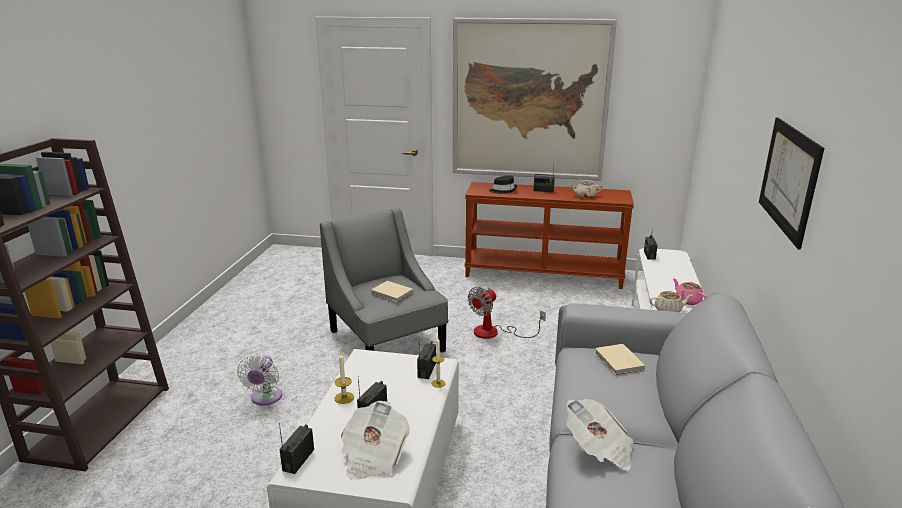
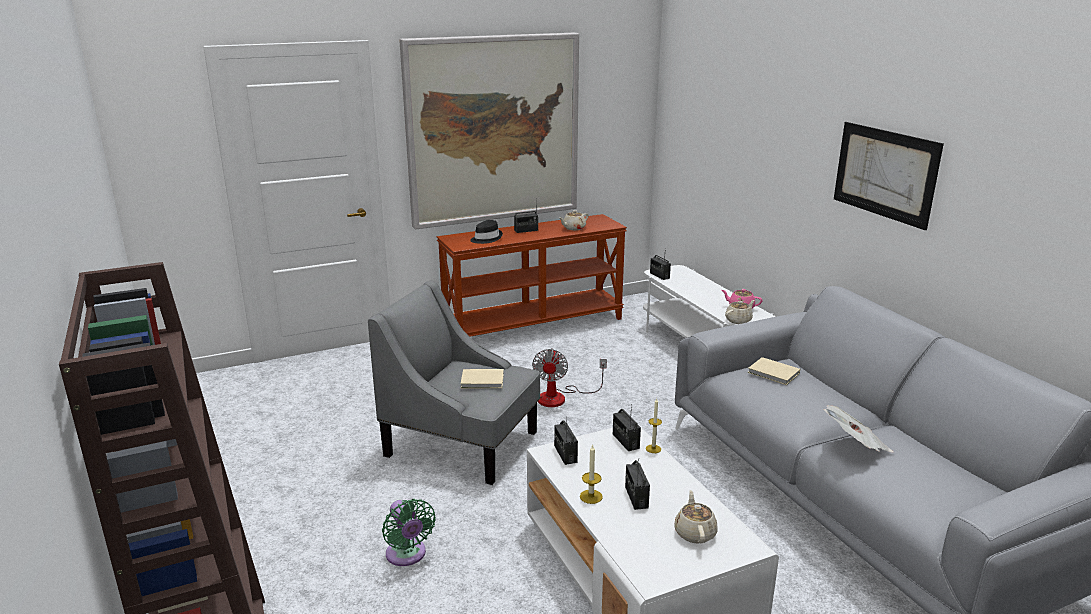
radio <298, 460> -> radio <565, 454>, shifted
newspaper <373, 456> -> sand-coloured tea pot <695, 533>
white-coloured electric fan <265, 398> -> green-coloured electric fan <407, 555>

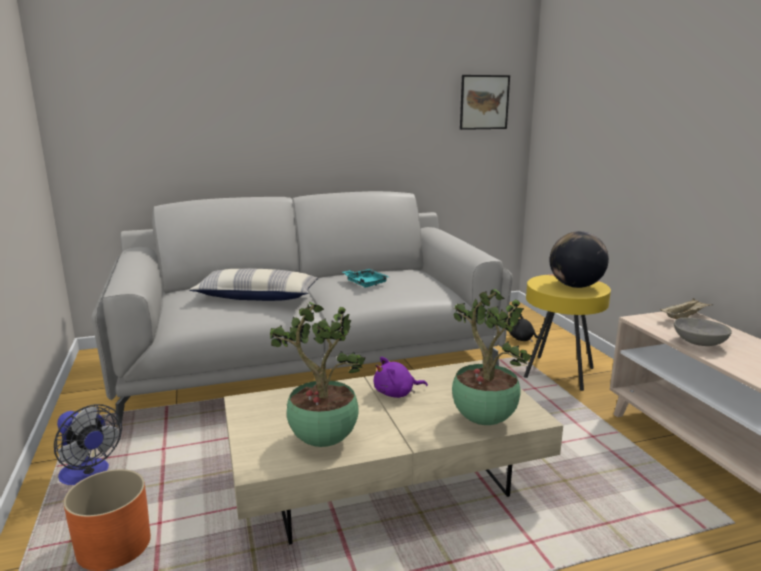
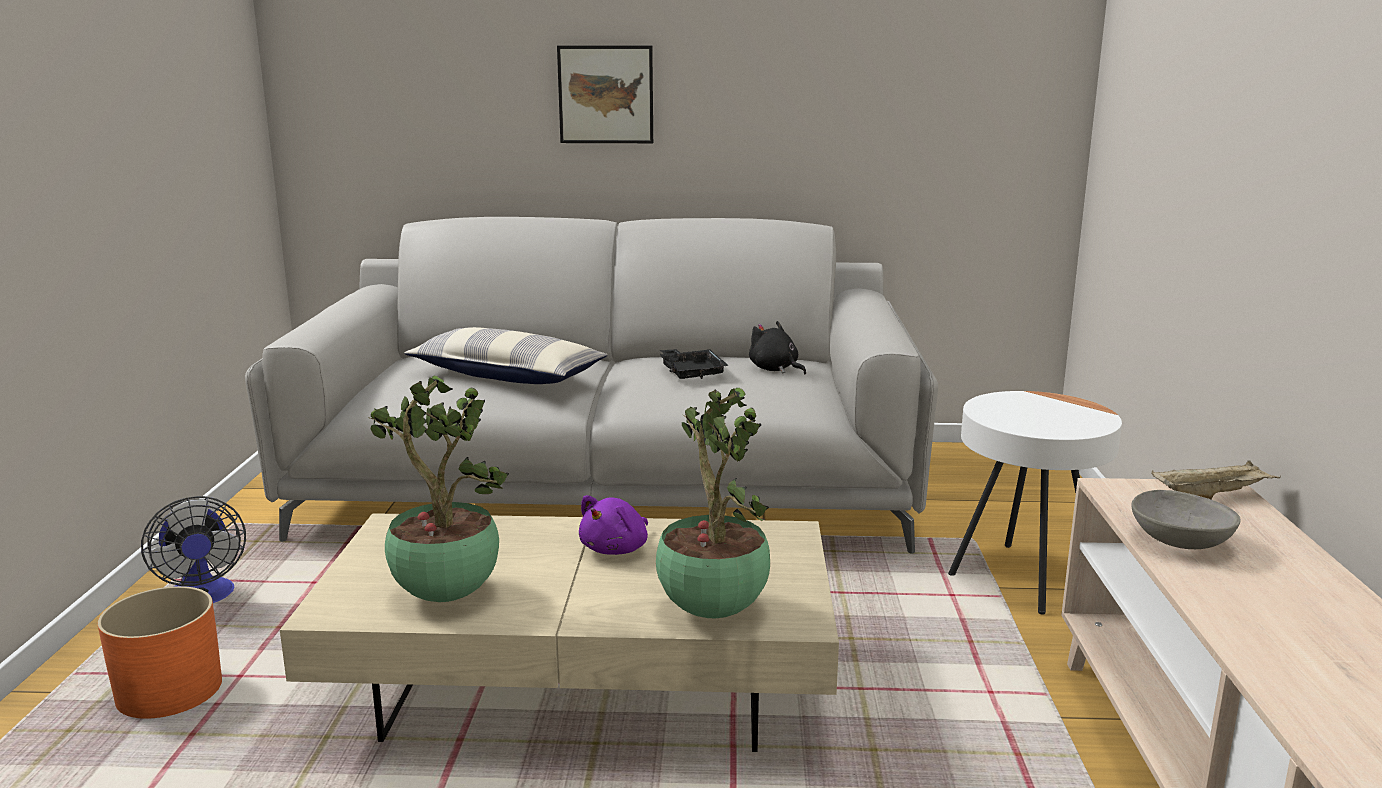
world globe <575, 286> -> none
wall art <484, 102> -> wall art <606, 94>, shifted
black-coloured cuddly toy <523, 339> -> black-coloured cuddly toy <775, 369>, shifted
turquoise-coloured carrying tray <365, 283> -> black-coloured carrying tray <691, 372>
yellowish end table <559, 373> -> white-coloured end table <1023, 578>
purple cuddly toy <396, 393> -> purple cuddly toy <616, 549>, 60 degrees counterclockwise

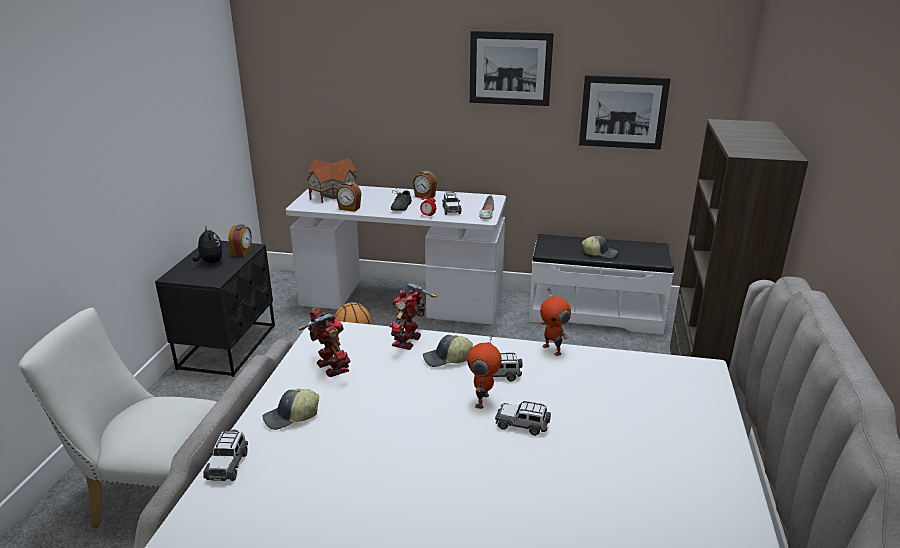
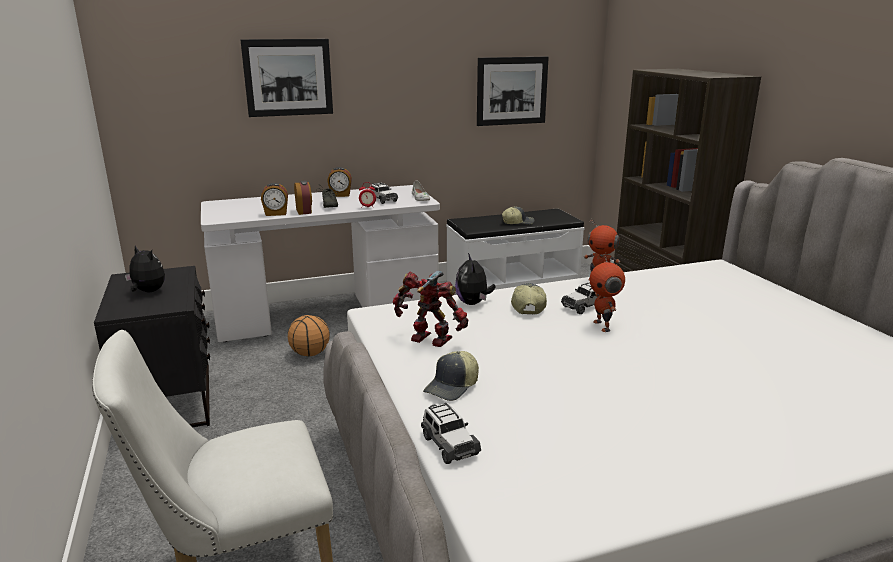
toy house <333, 195> -> none
miniature car <522, 425> -> none
table clock <242, 252> -> table clock <304, 211>, shifted
wall art <510, 68> -> wall art <288, 77>, shifted
robot figure <409, 341> -> cuddly toy <473, 303>
cap <447, 359> -> cap <527, 307>, 135 degrees clockwise

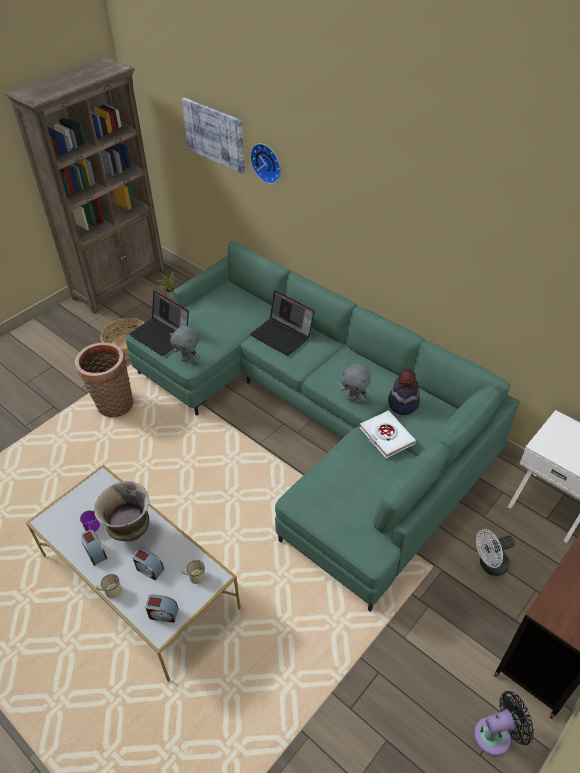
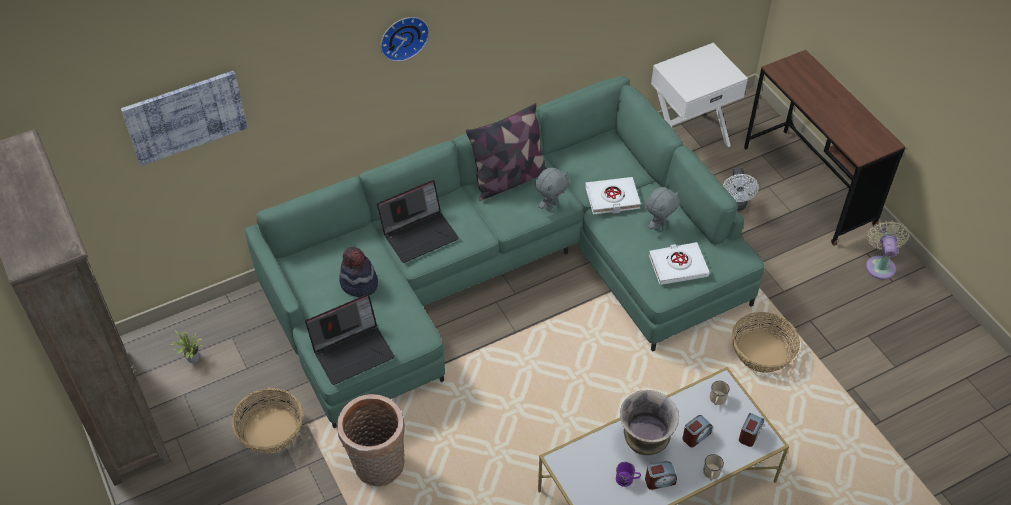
none -> throw pillow <509, 179>
none -> white-coloured volume <678, 266>
none -> household basket <762, 352>
gray cuddly toy <188, 360> -> gray cuddly toy <659, 225>, shifted
wall clock <267, 162> -> wall clock <402, 36>, shifted
clothing hat <403, 403> -> clothing hat <359, 283>, shifted
black-coloured electric fan <496, 735> -> sand-coloured electric fan <880, 265>

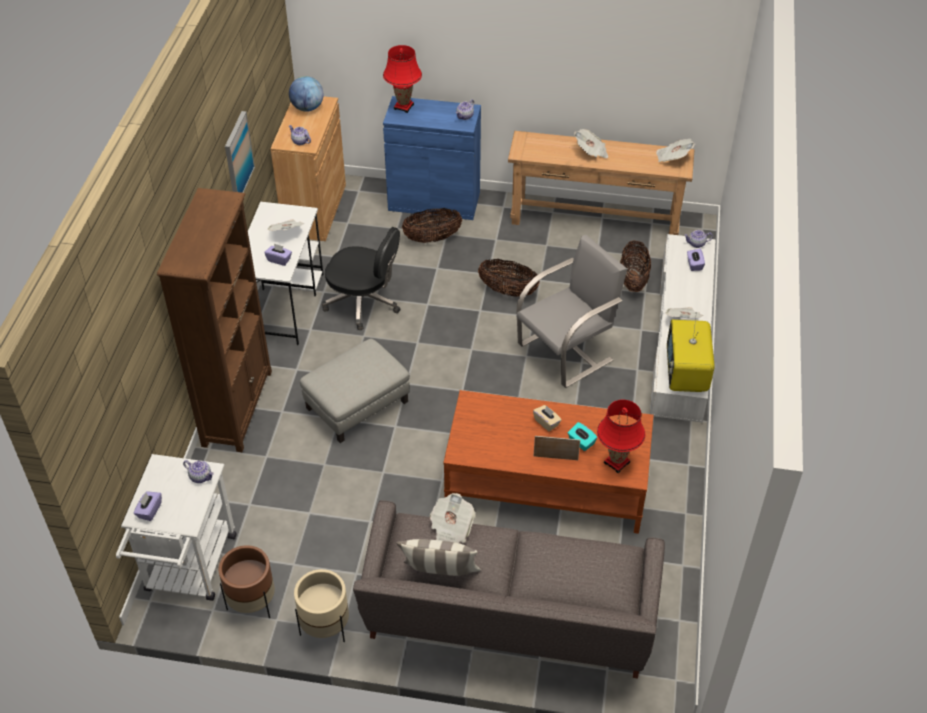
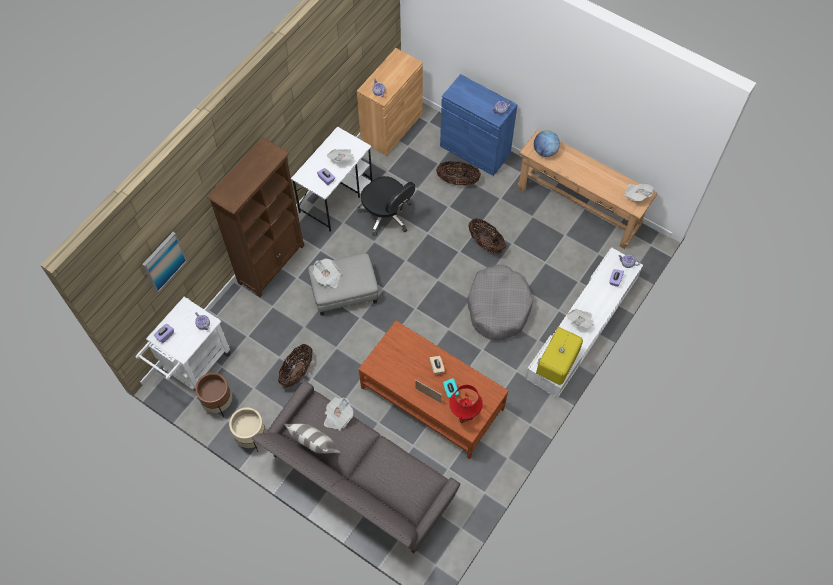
reddish lamp for a table <403, 106> -> none
wall art <238, 156> -> wall art <163, 261>, shifted
world globe <307, 108> -> world globe <545, 151>, shifted
newspaper <591, 152> -> newspaper <328, 277>, shifted
household basket <633, 280> -> household basket <297, 372>, shifted
gray lounge chair <566, 352> -> gray dog bed <498, 307>

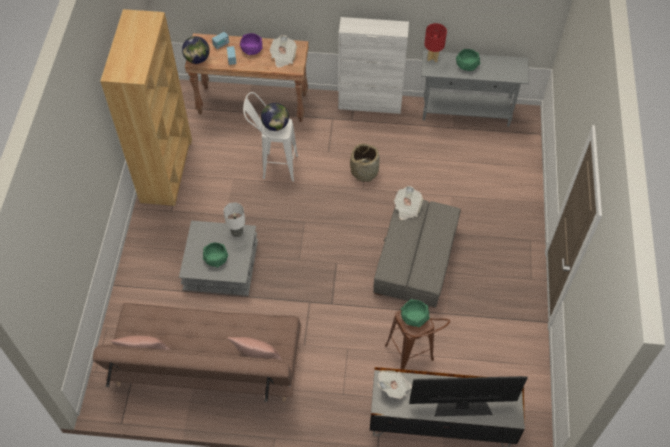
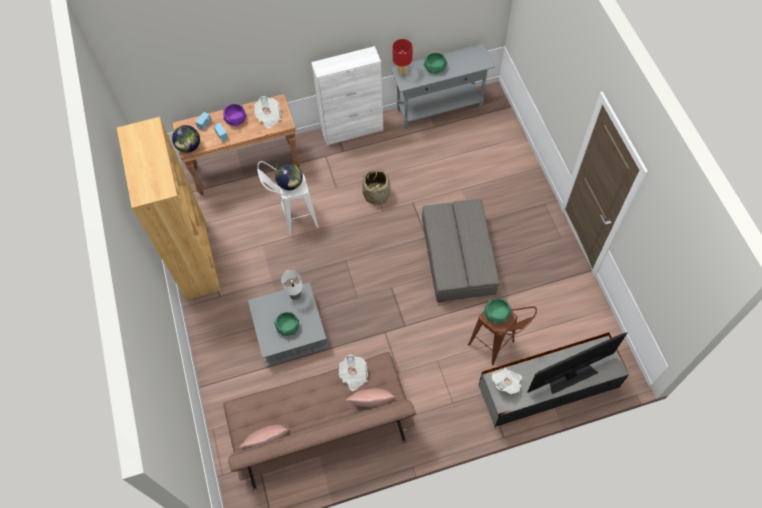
newspaper <407, 208> -> newspaper <353, 375>, shifted

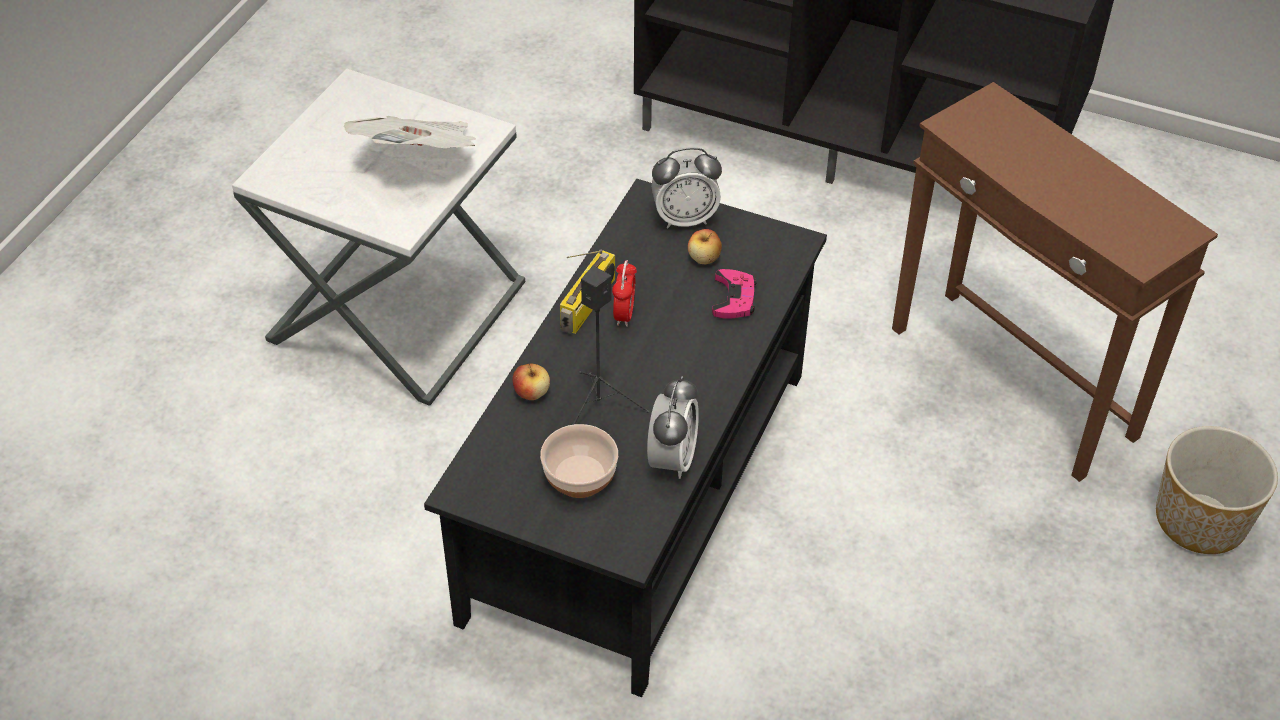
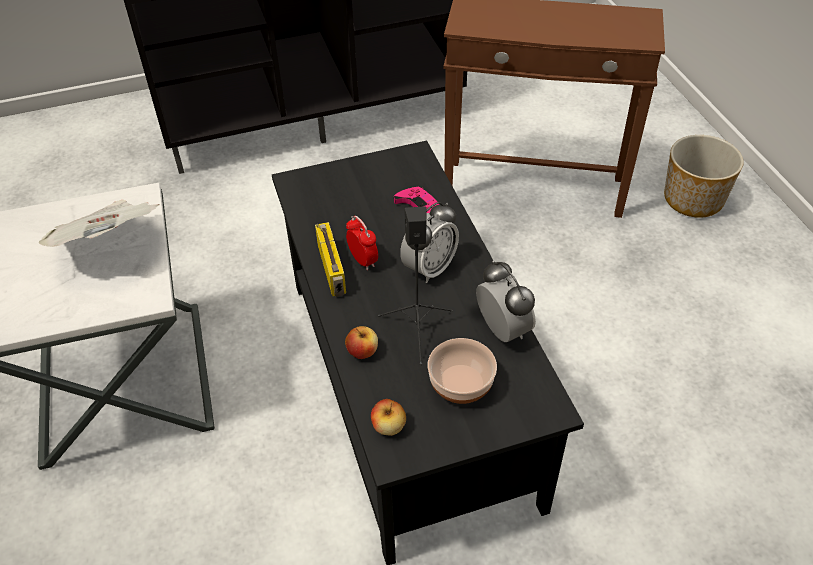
table clock <684, 218> -> table clock <429, 268>, shifted
apple fruit <704, 258> -> apple fruit <389, 426>, shifted

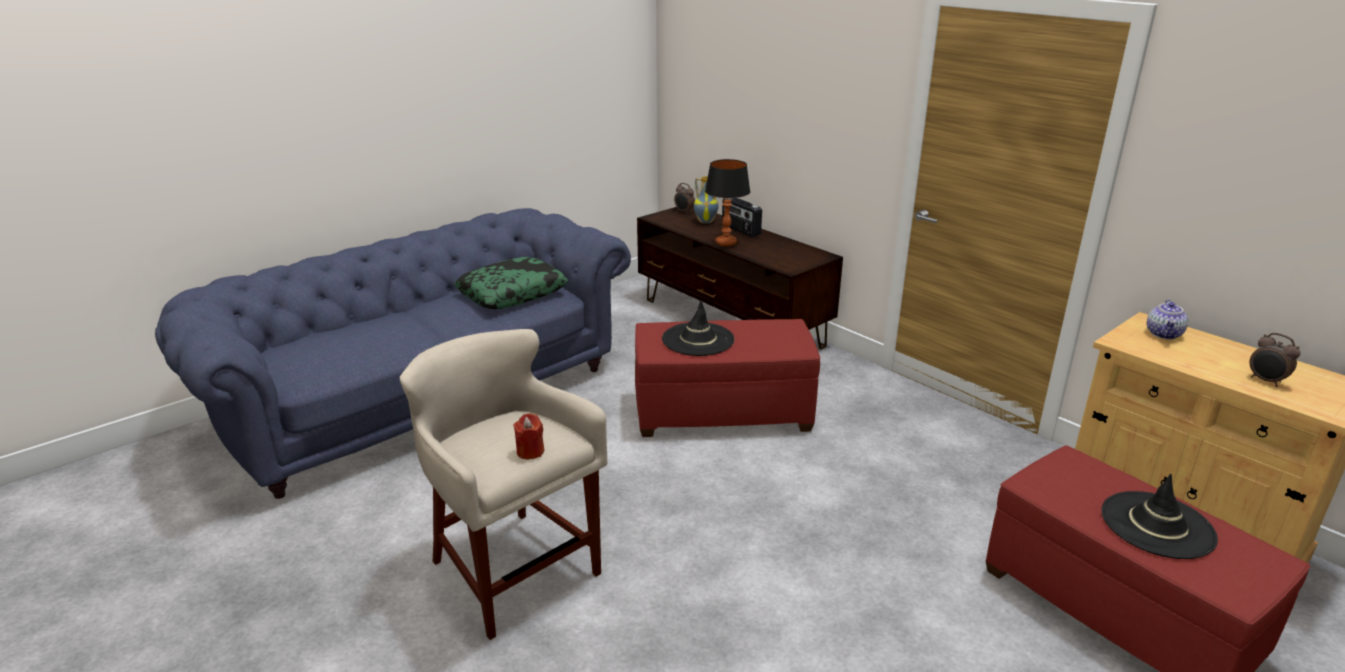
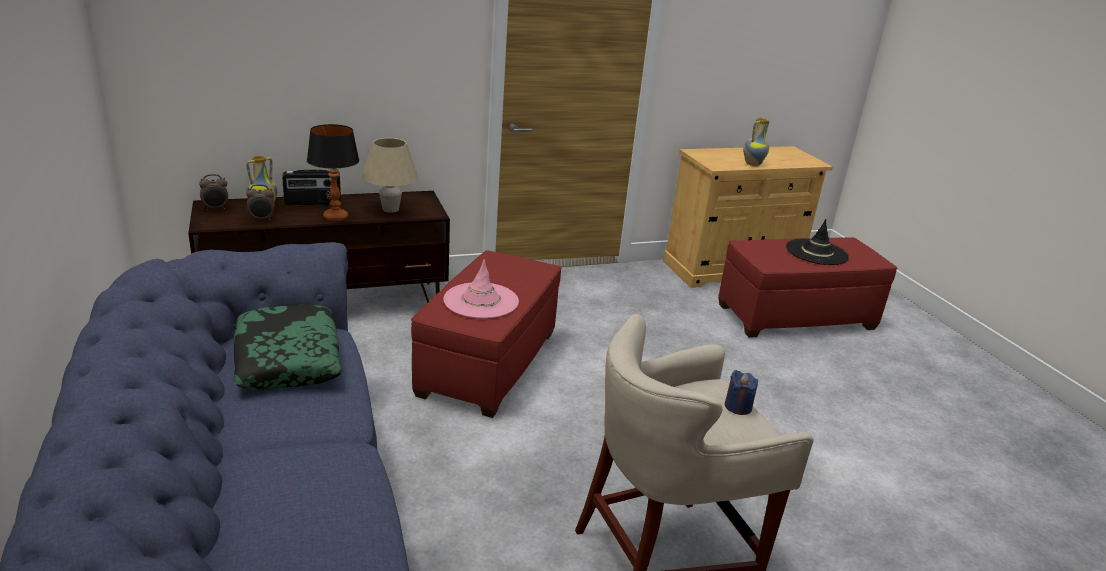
tea pot <1164, 334> -> none
none -> sand-coloured lamp for a table <390, 209>
none -> decorative vase <752, 164>
table clock <1266, 381> -> table clock <262, 219>, shifted
reddish wax candle <530, 451> -> blue-coloured wax candle <738, 406>
black-coloured clothing hat <698, 339> -> pink clothing hat <481, 301>

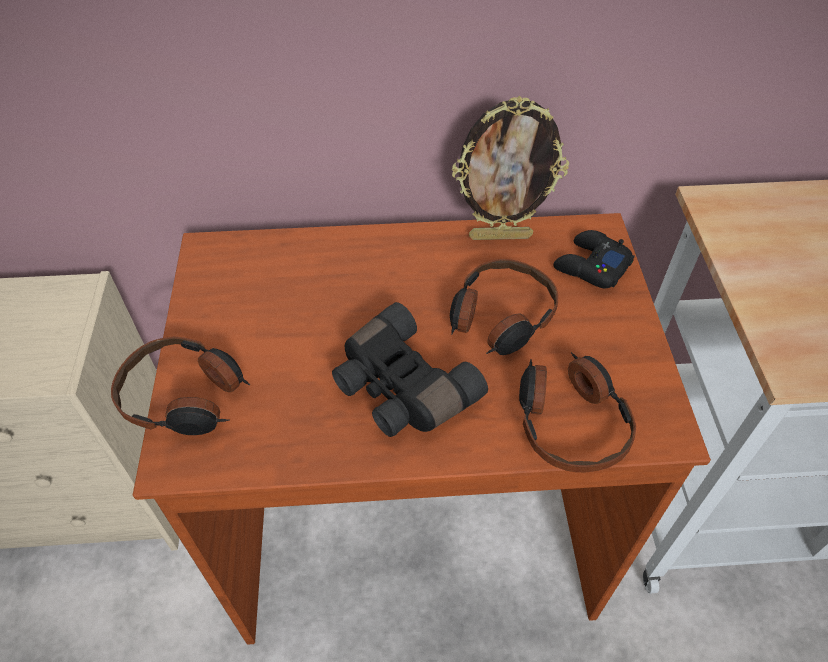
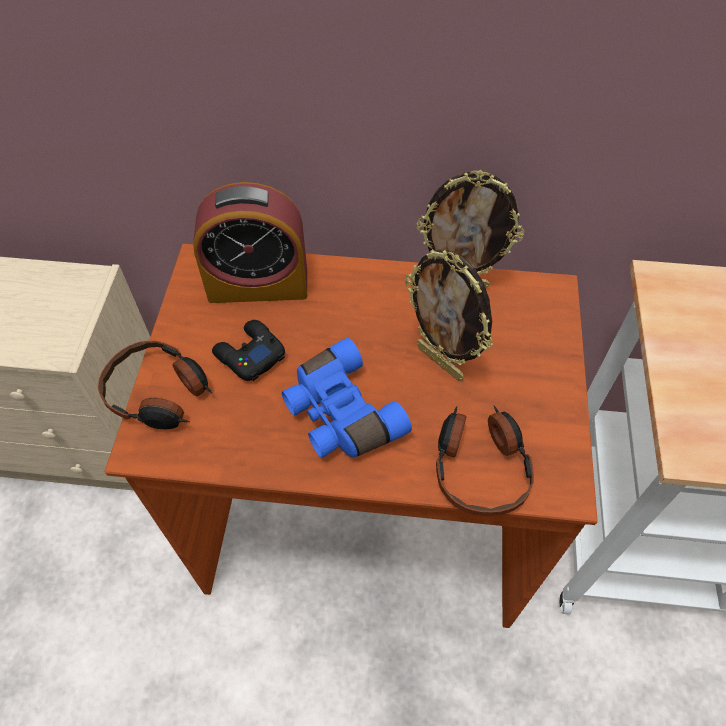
none -> table clock <258, 284>
black-coloured joypad <590, 266> -> black-coloured joypad <249, 355>, shifted
headset <500, 318> -> picture frame <441, 362>
black-coloured pair of binoculars <400, 388> -> blue-coloured pair of binoculars <339, 414>

